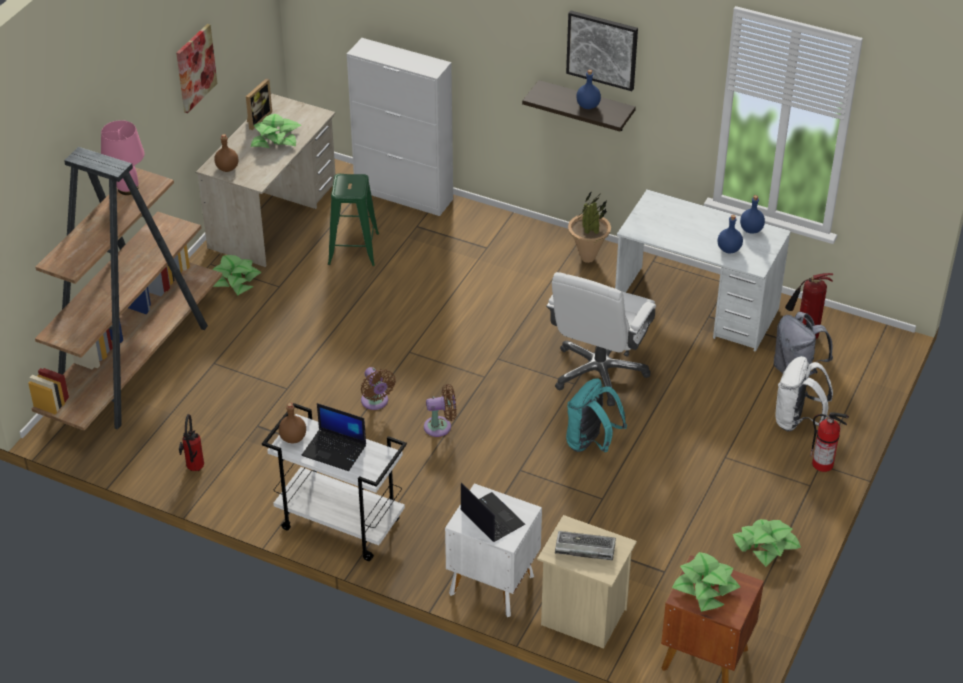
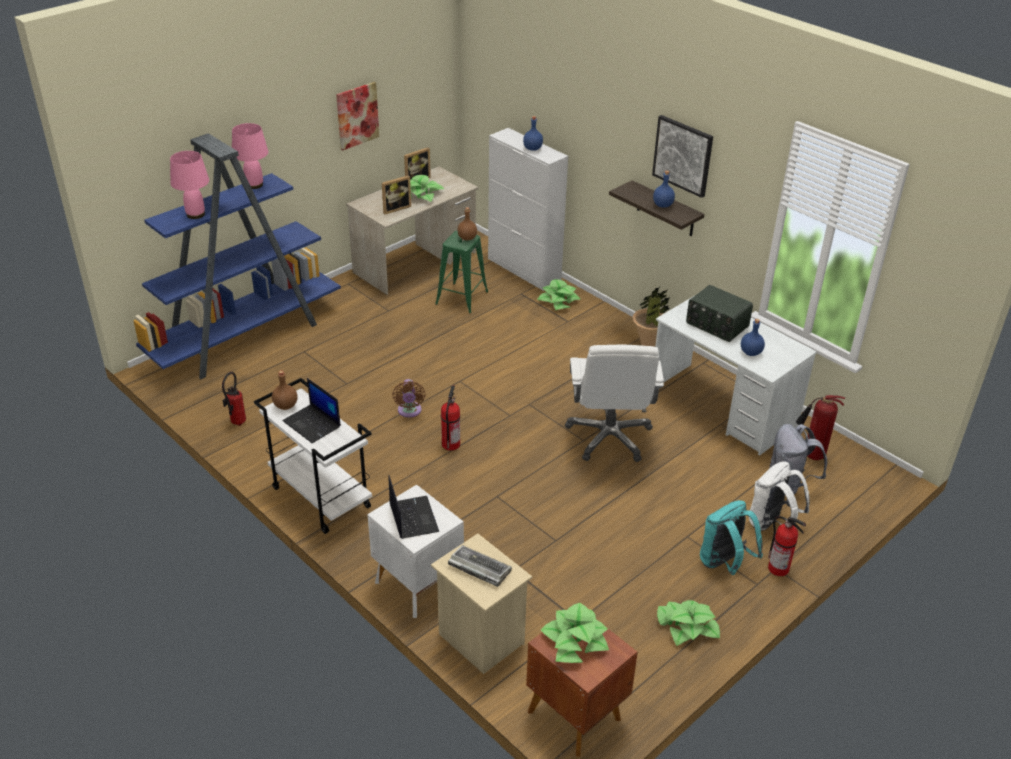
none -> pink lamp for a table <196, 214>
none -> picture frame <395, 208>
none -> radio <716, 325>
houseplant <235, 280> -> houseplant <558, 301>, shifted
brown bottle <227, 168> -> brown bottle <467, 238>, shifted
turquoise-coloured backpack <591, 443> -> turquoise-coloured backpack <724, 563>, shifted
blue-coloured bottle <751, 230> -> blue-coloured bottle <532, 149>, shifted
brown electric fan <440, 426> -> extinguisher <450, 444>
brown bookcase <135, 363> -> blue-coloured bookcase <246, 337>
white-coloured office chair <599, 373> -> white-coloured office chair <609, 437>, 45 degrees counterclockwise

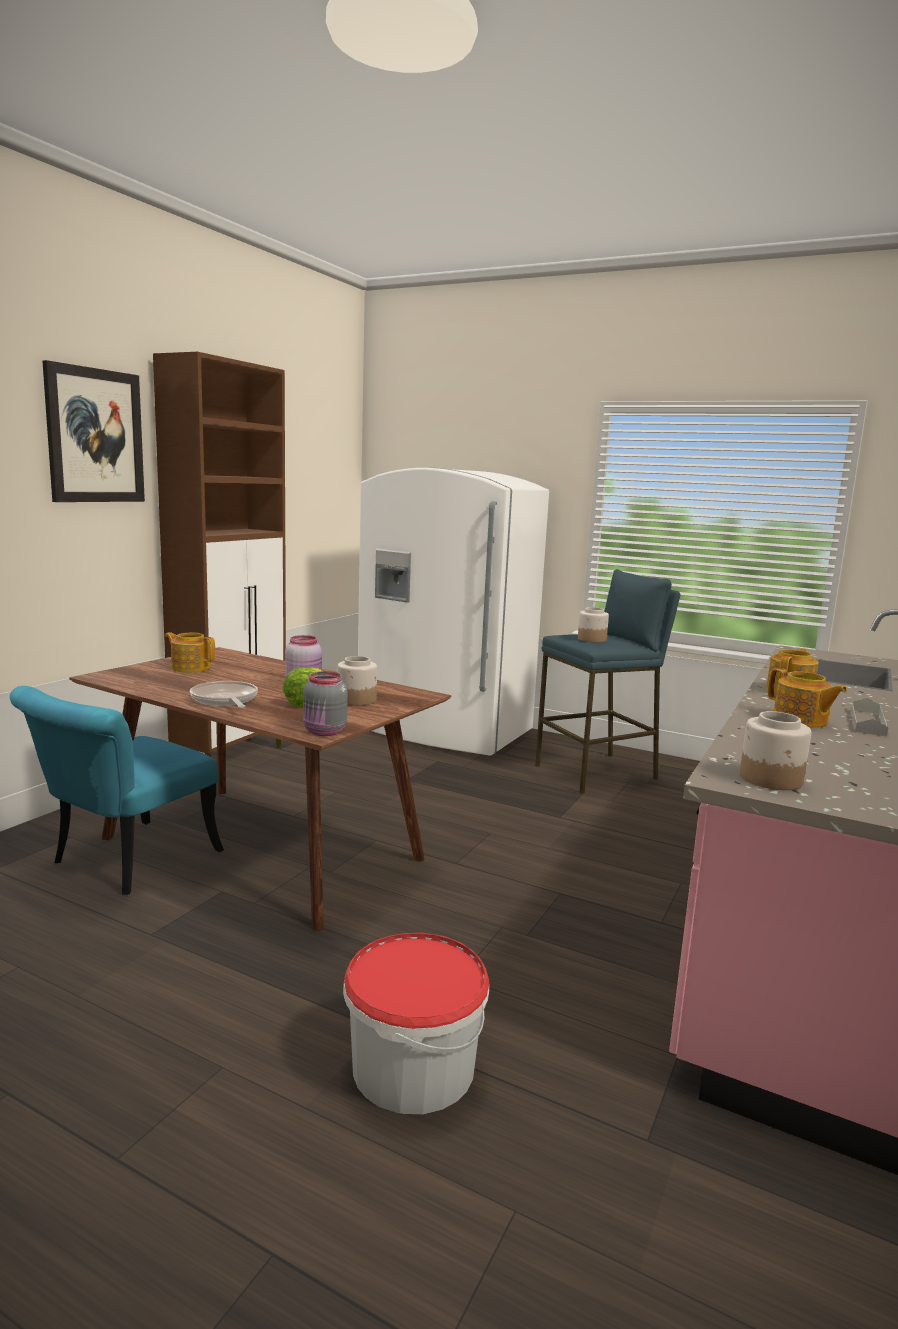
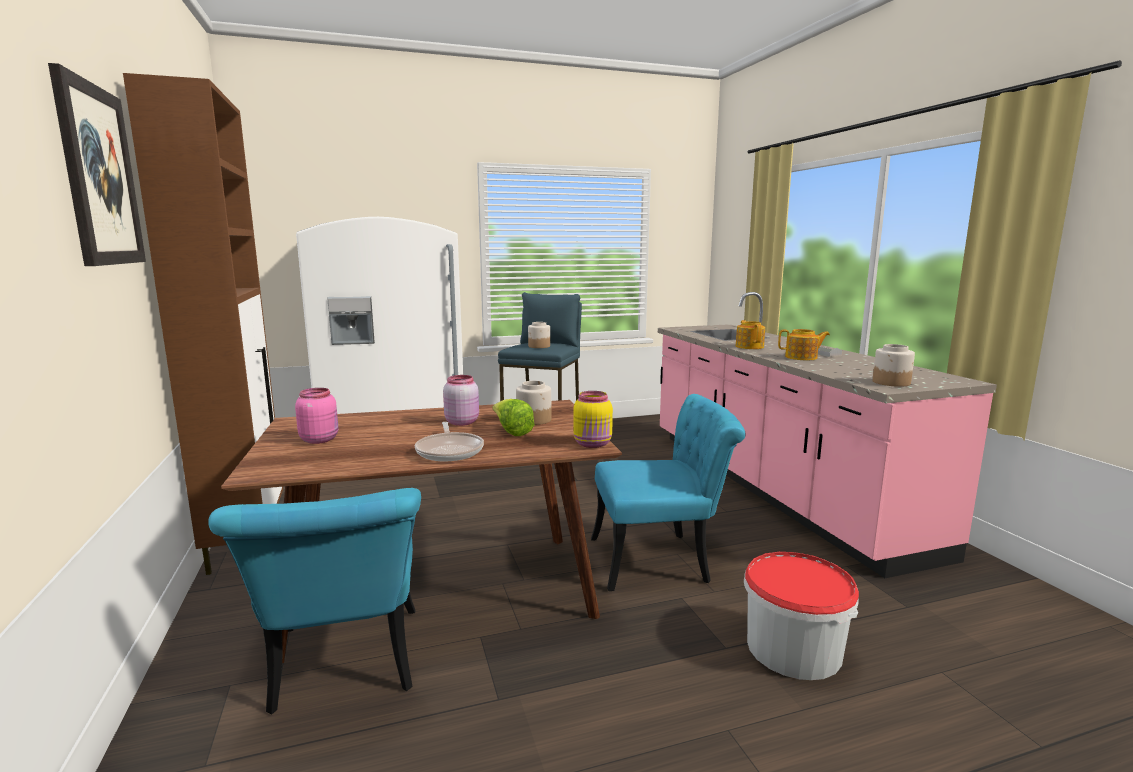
none -> turquoise-coloured chair <662, 559>
tea pot <190, 668> -> pink preserve jar <320, 439>
gray preserve jar <324, 732> -> yellowish preserve jar <593, 444>
pan <225, 700> -> pan <450, 450>, 120 degrees counterclockwise

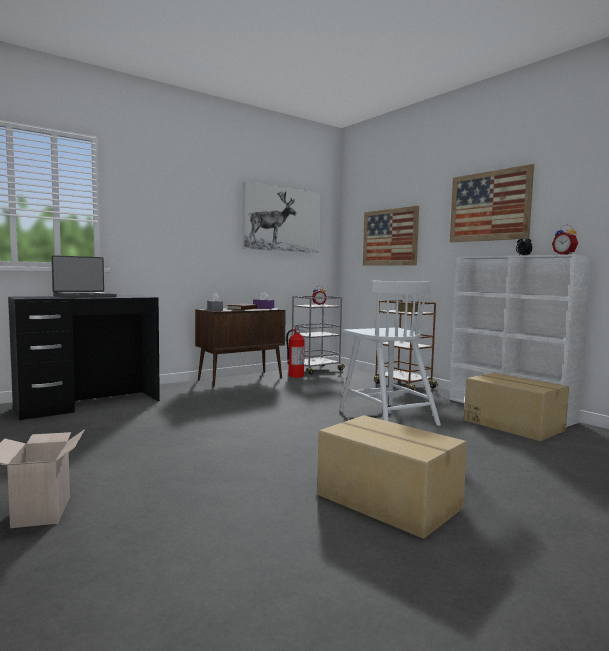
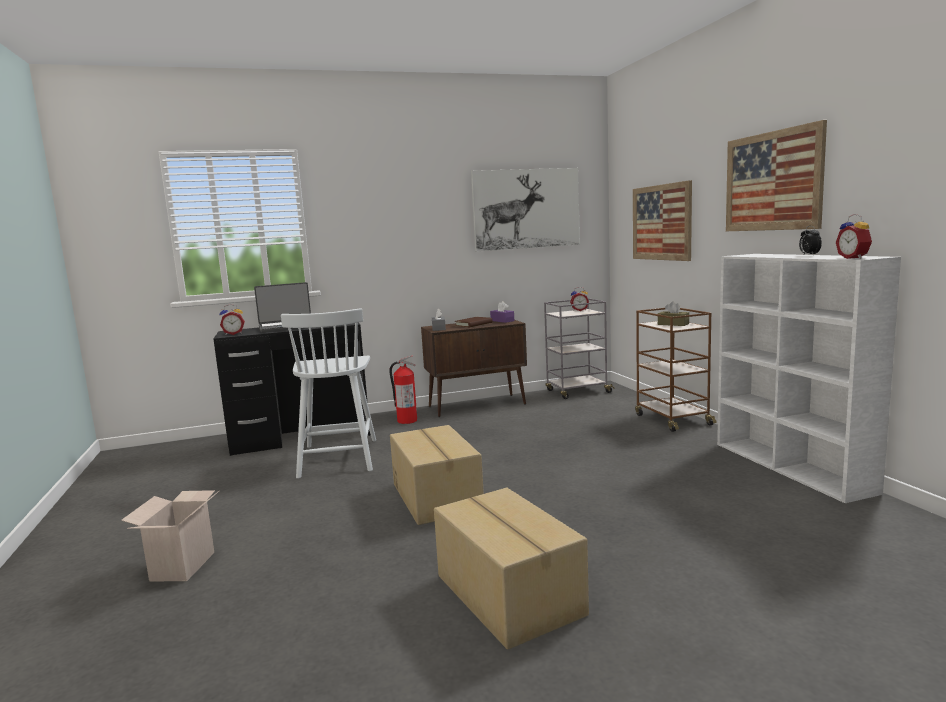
none -> table clock <234, 334>
extinguisher <295, 376> -> extinguisher <407, 421>, shifted
white-coloured chair <386, 417> -> white-coloured chair <338, 457>, shifted
carton <513, 425> -> carton <437, 497>, shifted

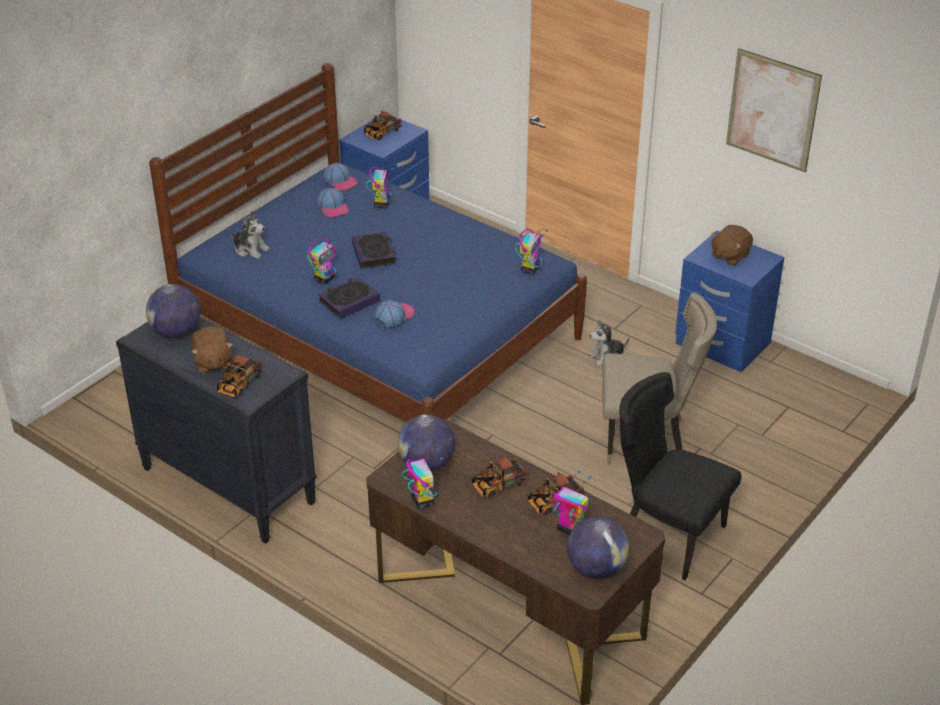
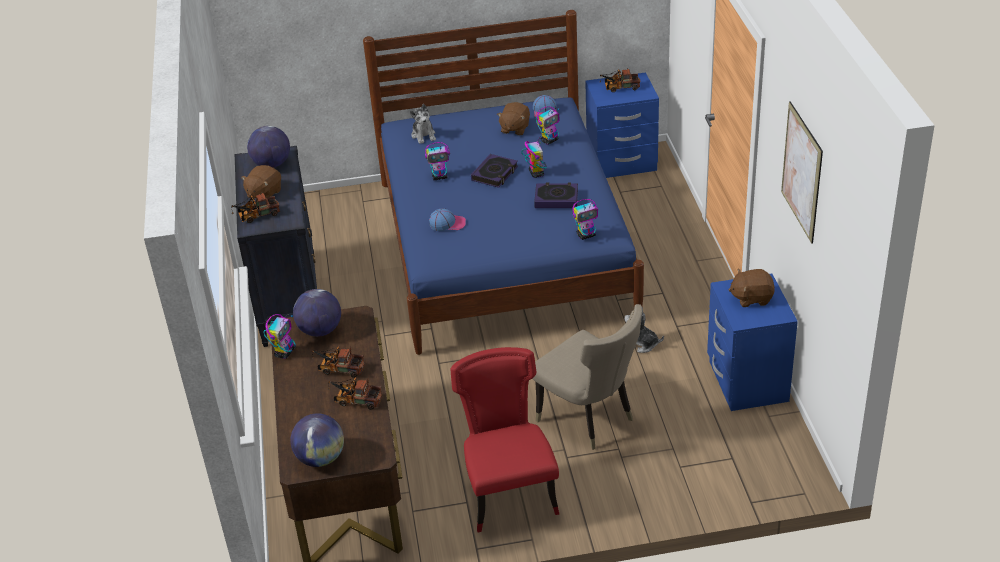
volume <349, 301> -> volume <556, 199>, shifted
robot figure <569, 529> -> robot figure <536, 173>, shifted
cap <333, 207> -> brown cuddly toy <514, 128>
black-coloured chair <667, 535> -> reddish chair <509, 494>

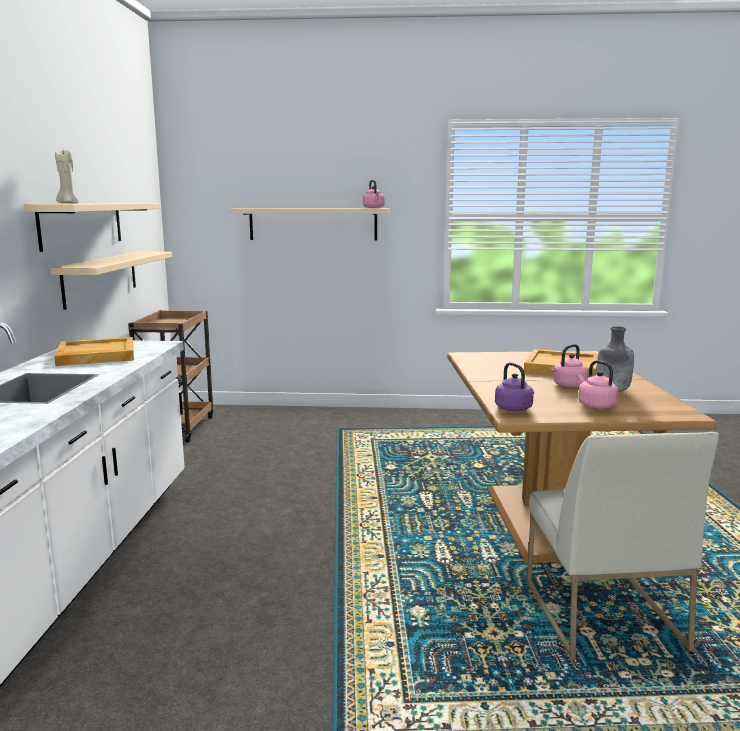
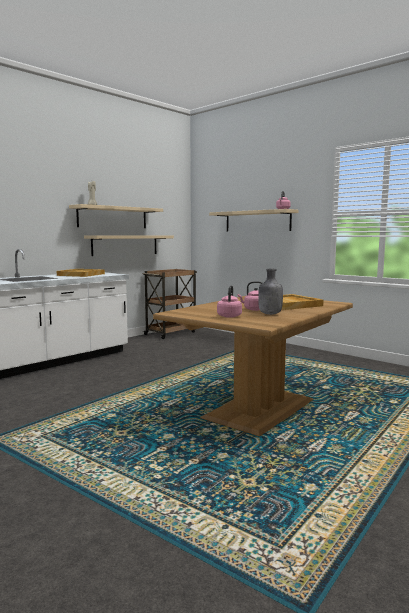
purple water kettle <515, 409> -> none
white-coloured chair <601, 614> -> none

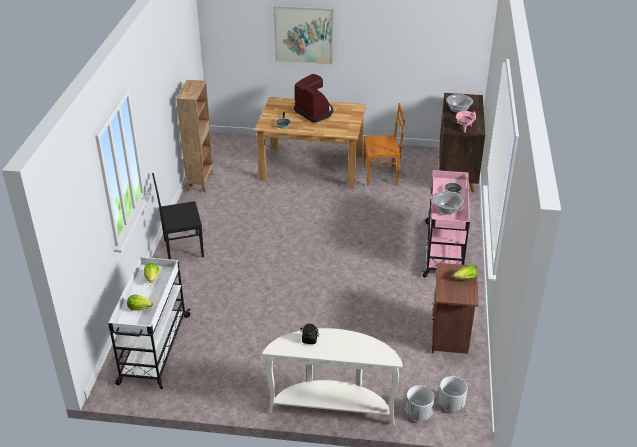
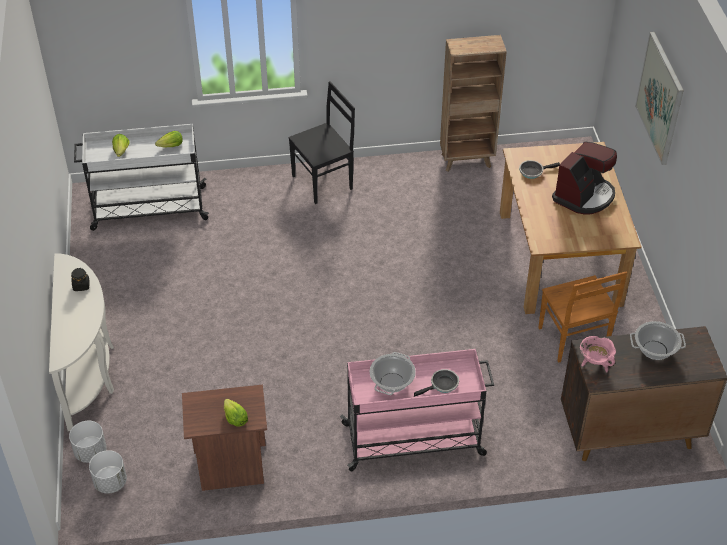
black-coloured chair <182, 248> -> black-coloured chair <324, 182>, 90 degrees clockwise

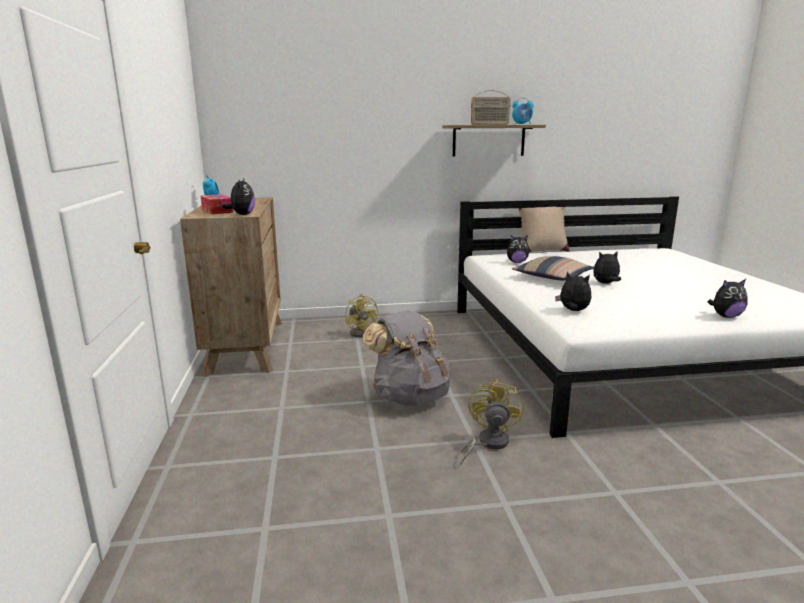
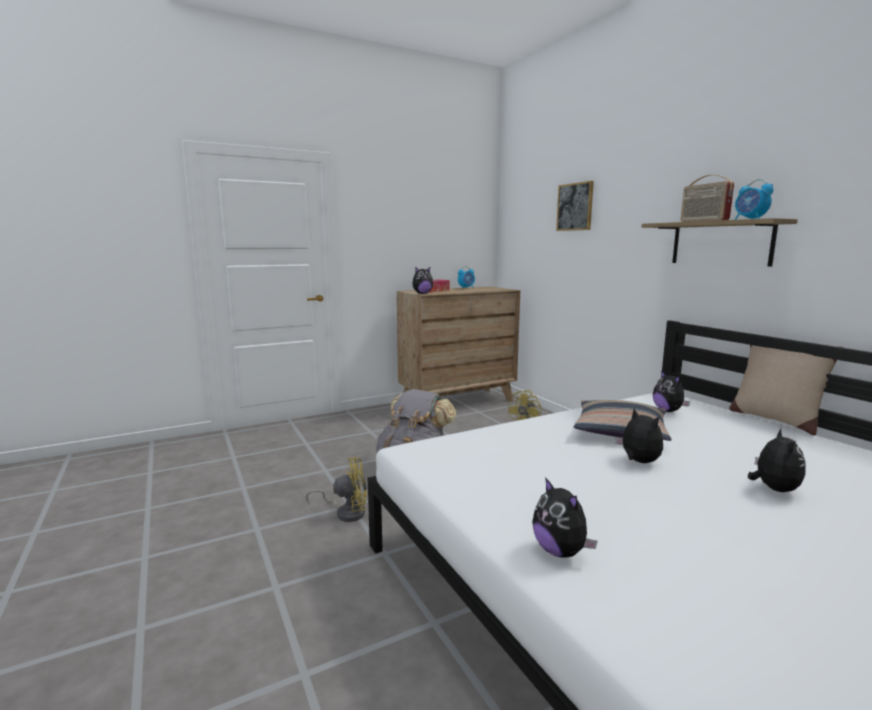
none -> wall art <575, 207>
cuddly toy <573, 311> -> cuddly toy <773, 489>, shifted

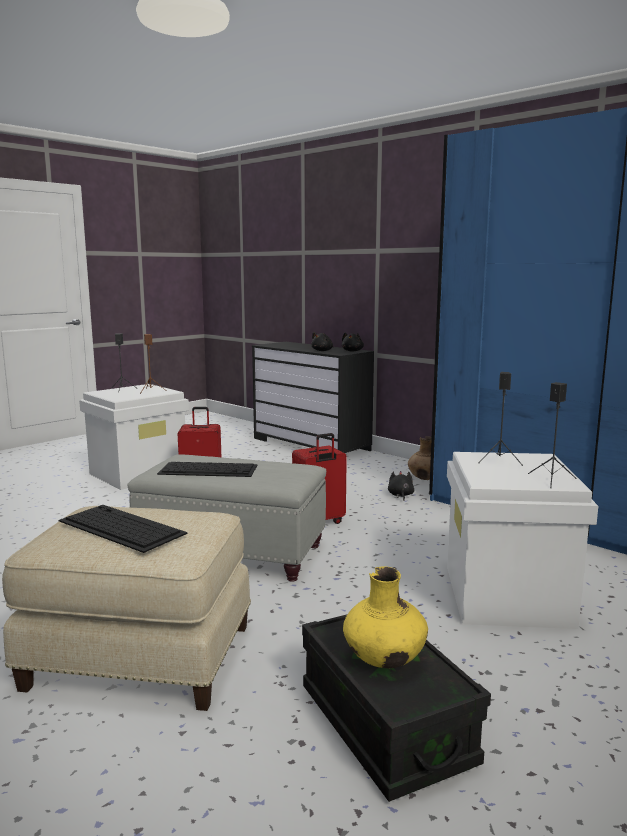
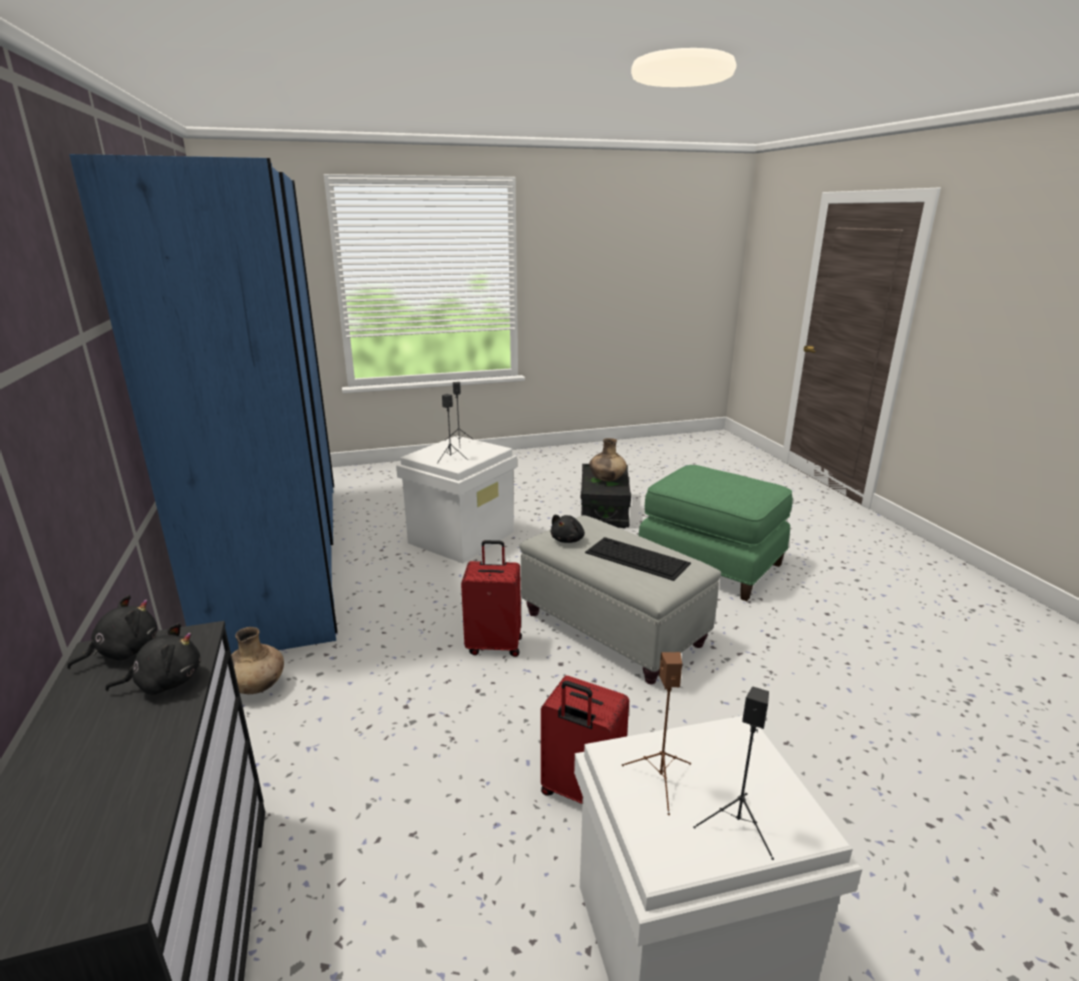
PC keyboard <120, 527> -> none
black-coloured cuddly toy <400, 495> -> black-coloured cuddly toy <568, 540>, shifted
sand-coloured ottoman <139, 659> -> green-coloured ottoman <711, 563>
yellowish decorative vase <384, 659> -> brown decorative vase <606, 480>

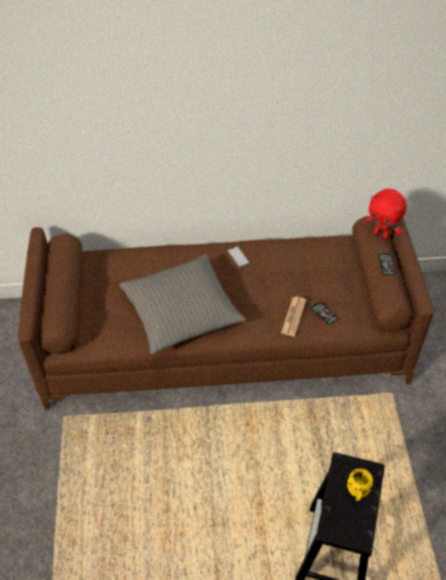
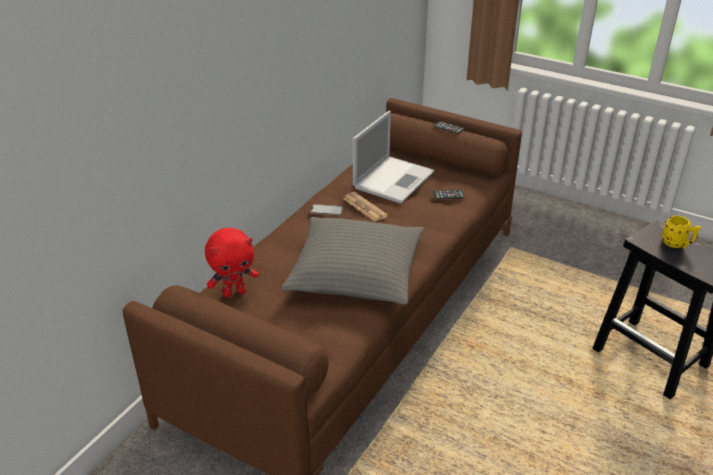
none -> laptop <394, 179>
newspaper <293, 316> -> newspaper <364, 207>, shifted
reddish cuddly toy <381, 234> -> reddish cuddly toy <234, 292>, shifted

